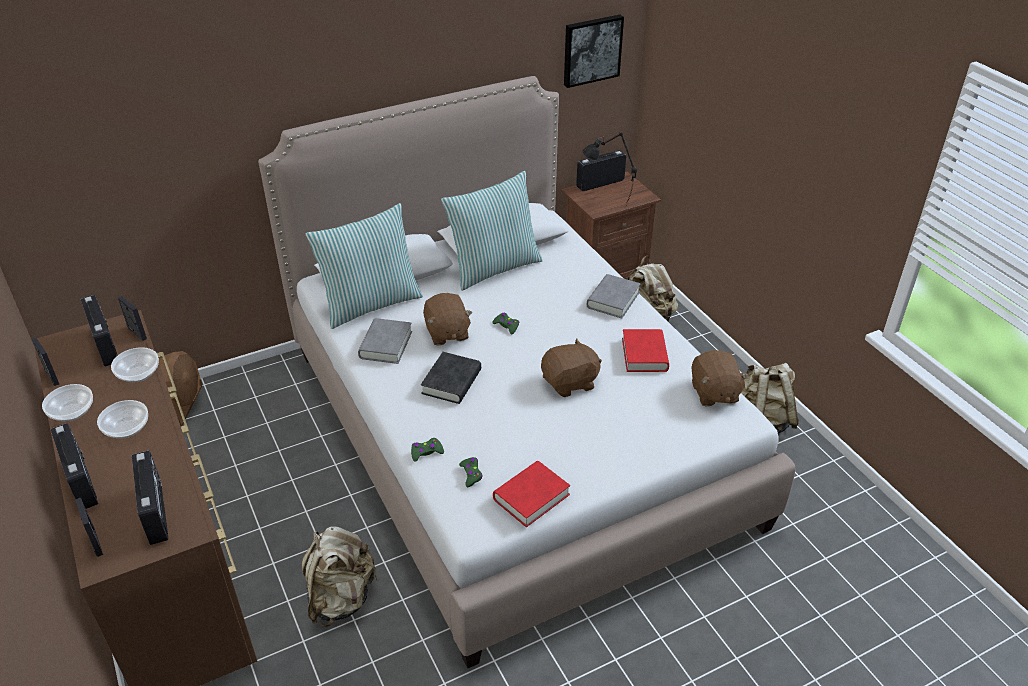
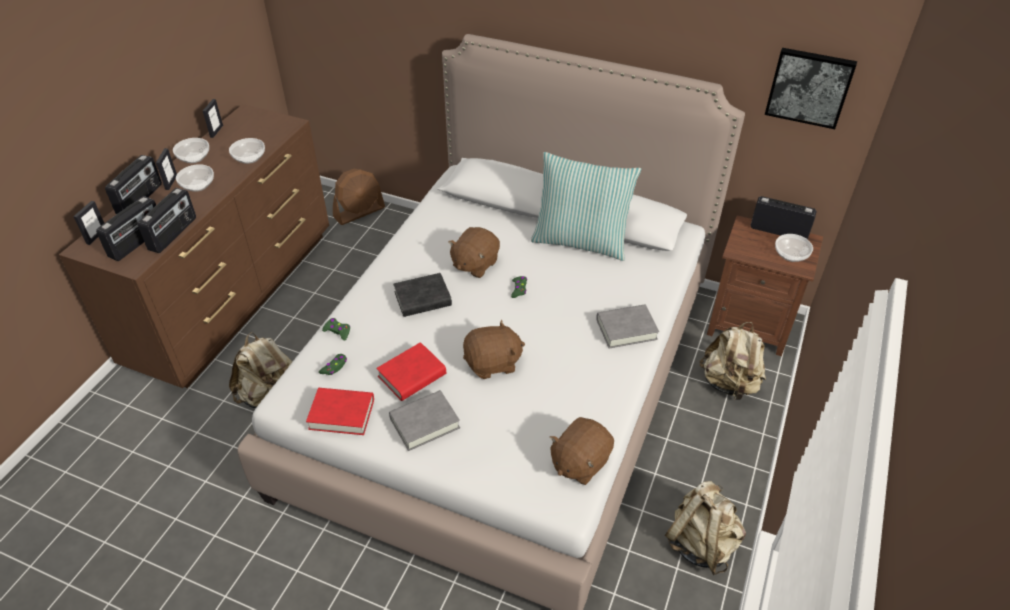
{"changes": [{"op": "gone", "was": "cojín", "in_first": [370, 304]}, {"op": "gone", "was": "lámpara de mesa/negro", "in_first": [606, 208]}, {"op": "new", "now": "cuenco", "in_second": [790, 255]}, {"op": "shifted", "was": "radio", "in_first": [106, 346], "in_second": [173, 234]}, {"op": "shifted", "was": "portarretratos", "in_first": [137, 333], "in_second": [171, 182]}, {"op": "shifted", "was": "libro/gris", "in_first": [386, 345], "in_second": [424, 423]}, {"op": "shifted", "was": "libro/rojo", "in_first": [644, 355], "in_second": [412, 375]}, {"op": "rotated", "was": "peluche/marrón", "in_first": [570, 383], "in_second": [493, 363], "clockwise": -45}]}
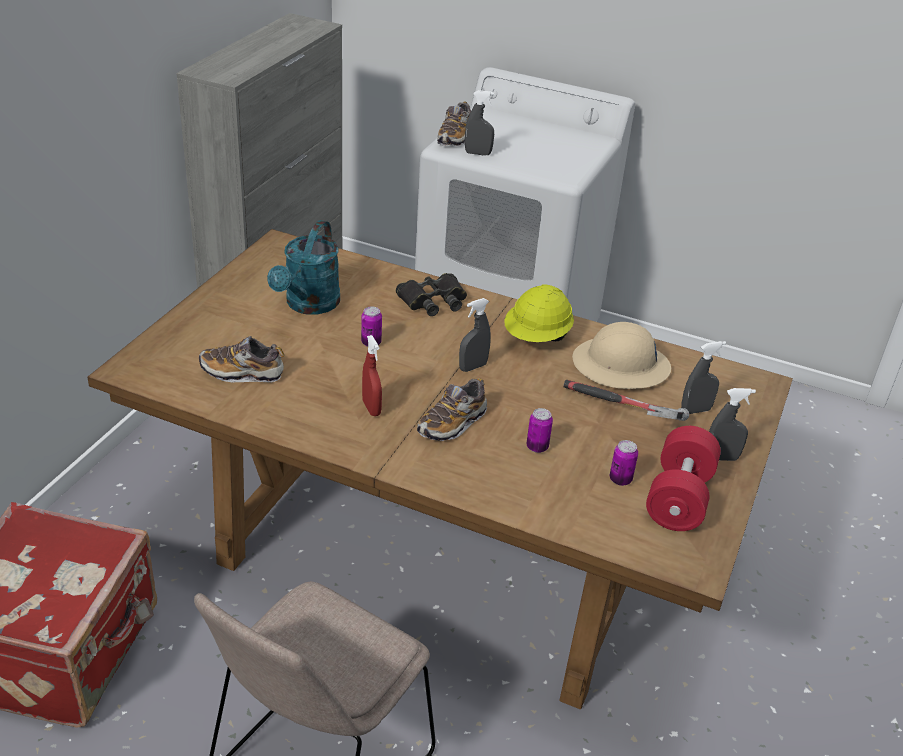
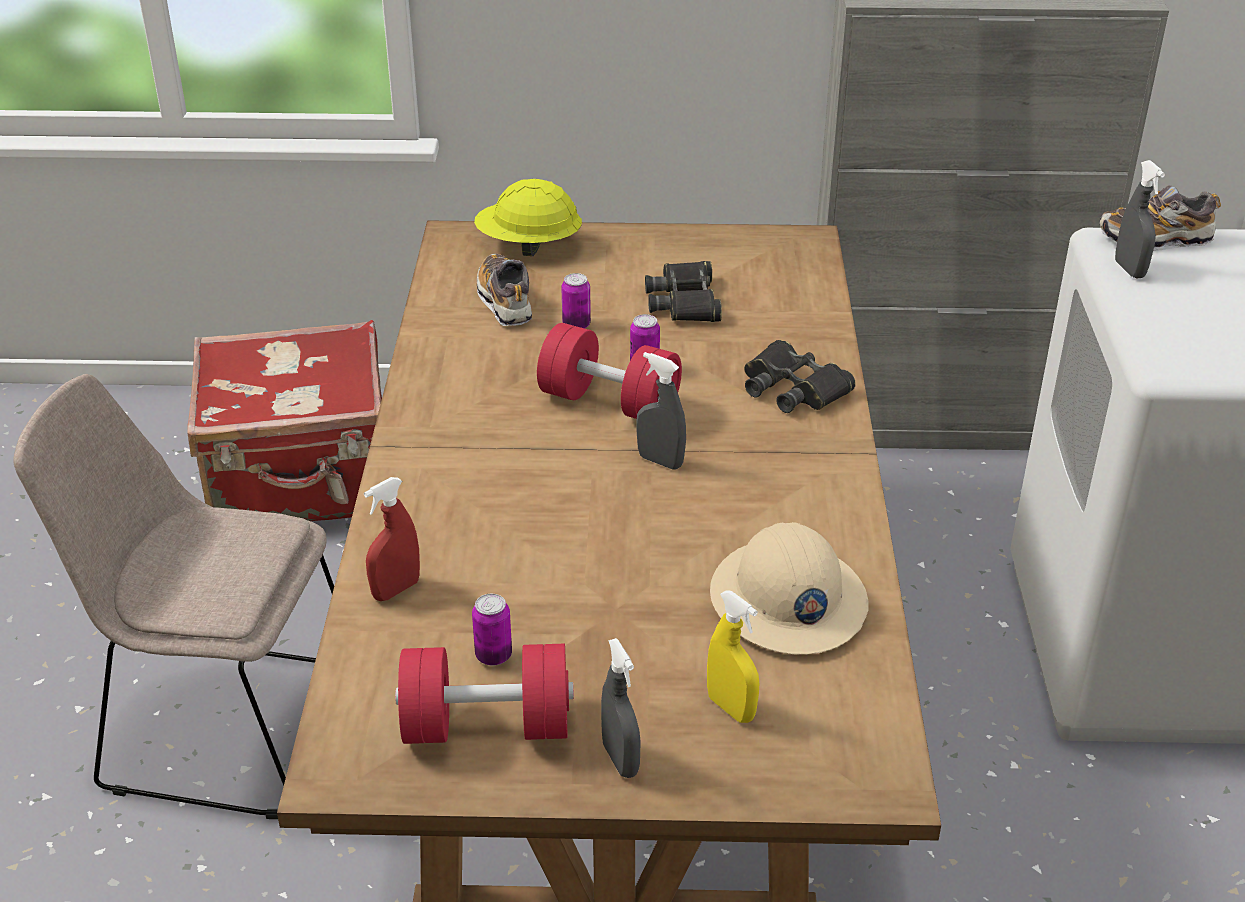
{"changes": [{"op": "gone", "was": "zapato", "in_first": [452, 424]}, {"op": "gone", "was": "martillo", "in_first": [623, 414]}, {"op": "new", "now": "mancuerna/rojo", "in_second": [609, 402]}, {"op": "shifted", "was": "pulverizador/rojo", "in_first": [371, 408], "in_second": [396, 590]}, {"op": "shifted", "was": "casco/amarillo", "in_first": [537, 338], "in_second": [528, 246]}, {"op": "shifted", "was": "lata", "in_first": [537, 447], "in_second": [576, 325]}, {"op": "swapped", "was": "regadera/turquesa", "now": "prismáticos/negro", "in_first": [309, 305], "in_second": [685, 301]}, {"op": "repainted", "was": "pulverizador/gris", "now": "pulverizador/amarillo", "in_first": [695, 410], "in_second": [731, 708]}]}
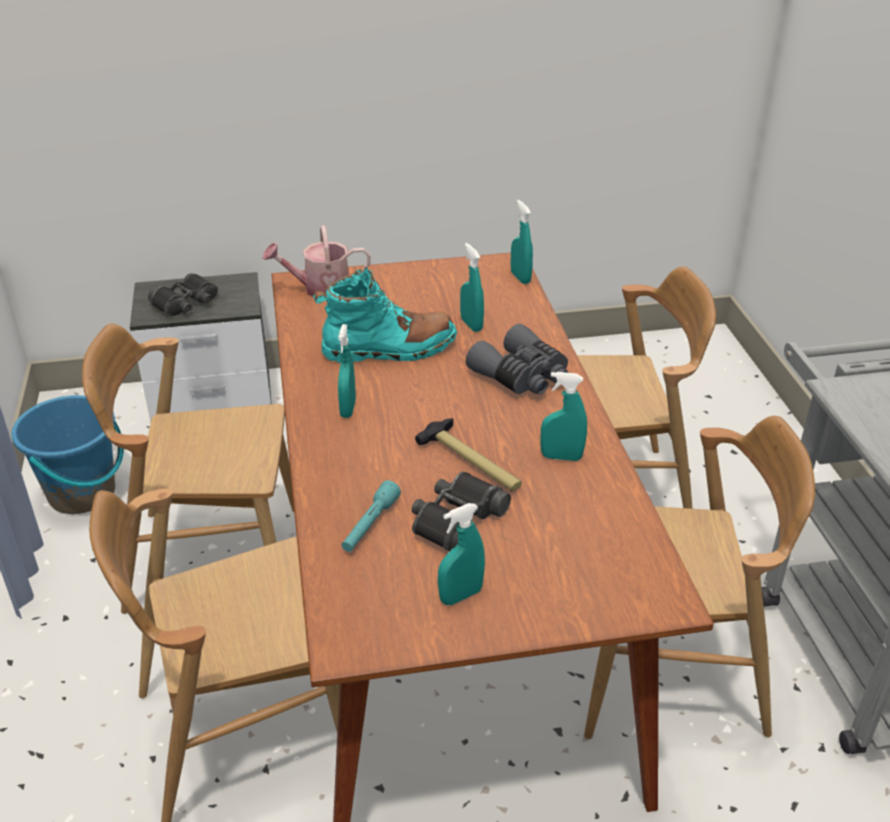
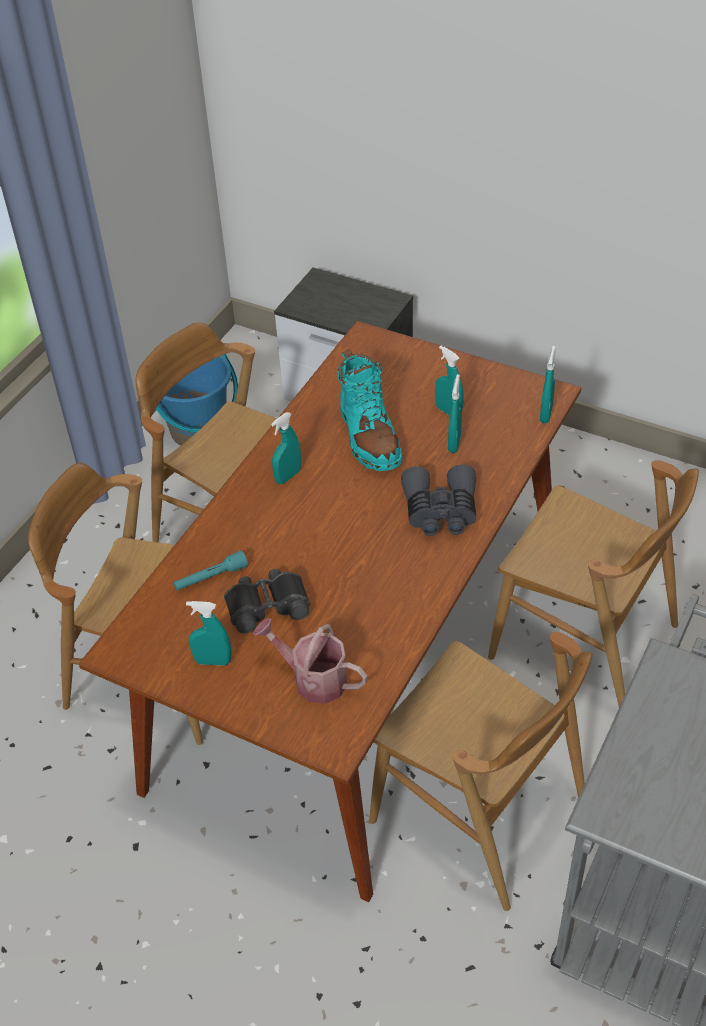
{"changes": [{"op": "gone", "was": "prismáticos/negro", "in_first": [186, 303]}, {"op": "gone", "was": "martillo", "in_first": [472, 462]}, {"op": "shifted", "was": "regadera", "in_first": [320, 289], "in_second": [313, 679]}, {"op": "shifted", "was": "pulverizador/turquesa", "in_first": [561, 457], "in_second": [448, 411]}, {"op": "rotated", "was": "bota/turquesa", "in_first": [389, 349], "in_second": [369, 437], "clockwise": 45}]}
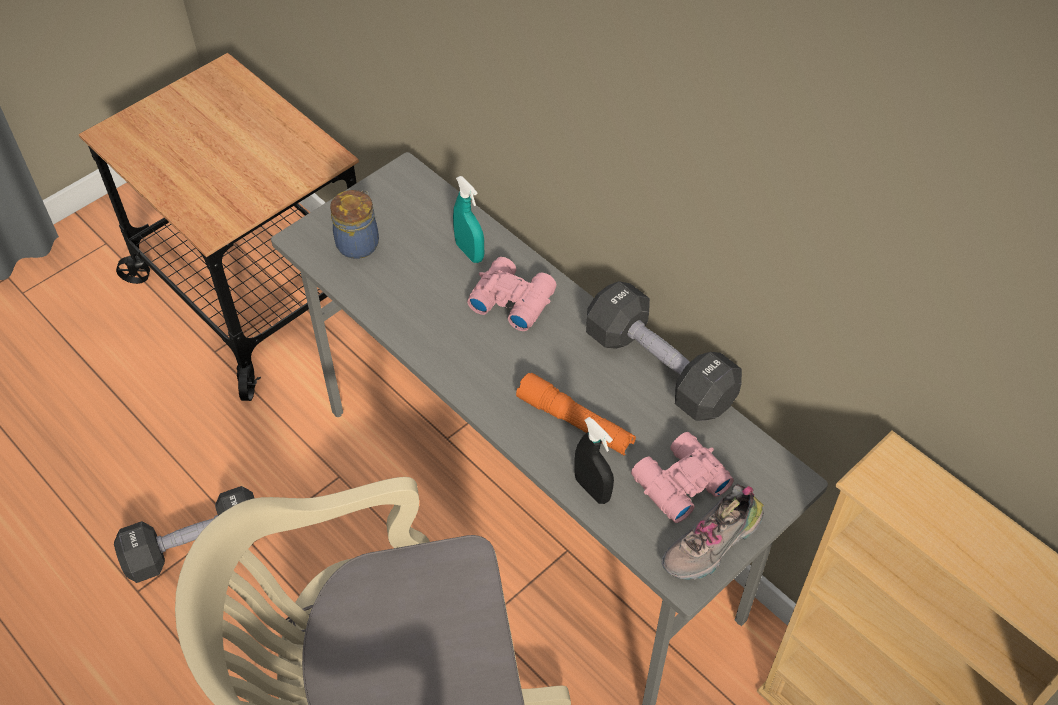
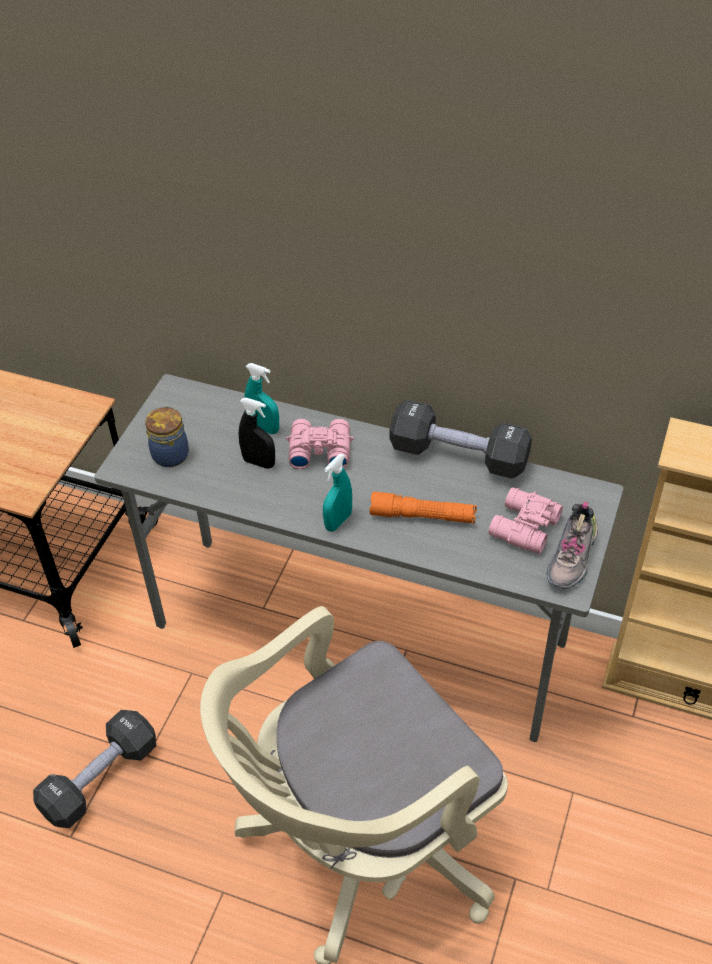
{"changes": [{"op": "new", "now": "pulverizador/turquesa", "in_second": [338, 521]}, {"op": "shifted", "was": "pulverizador/negro", "in_first": [592, 489], "in_second": [259, 462]}]}
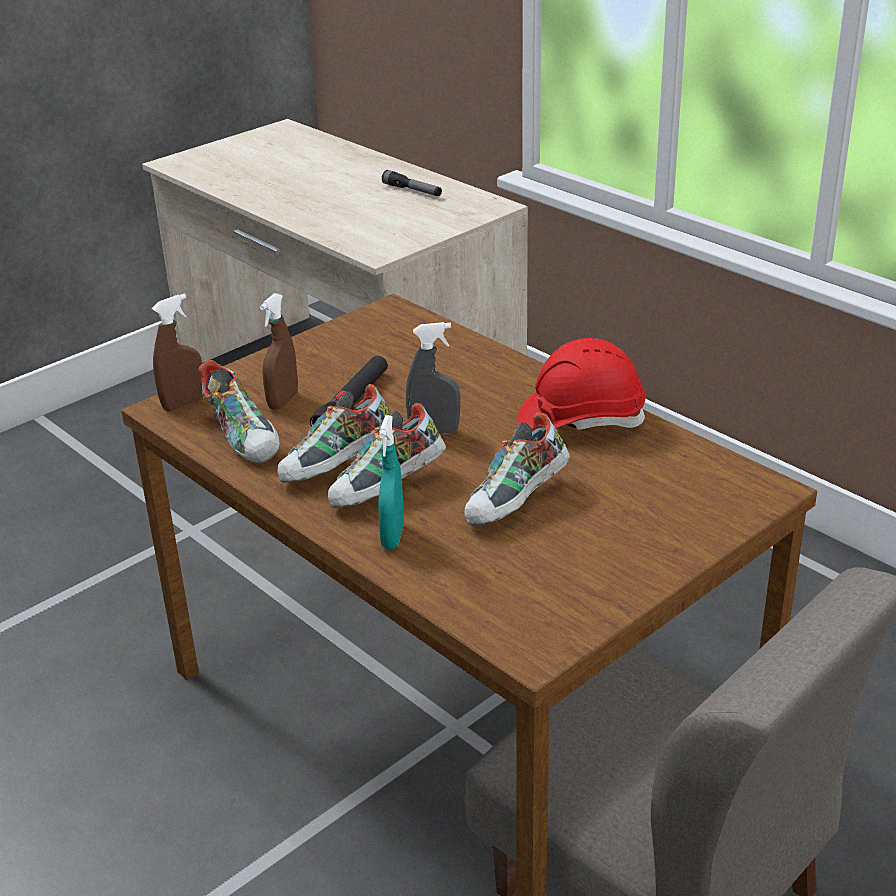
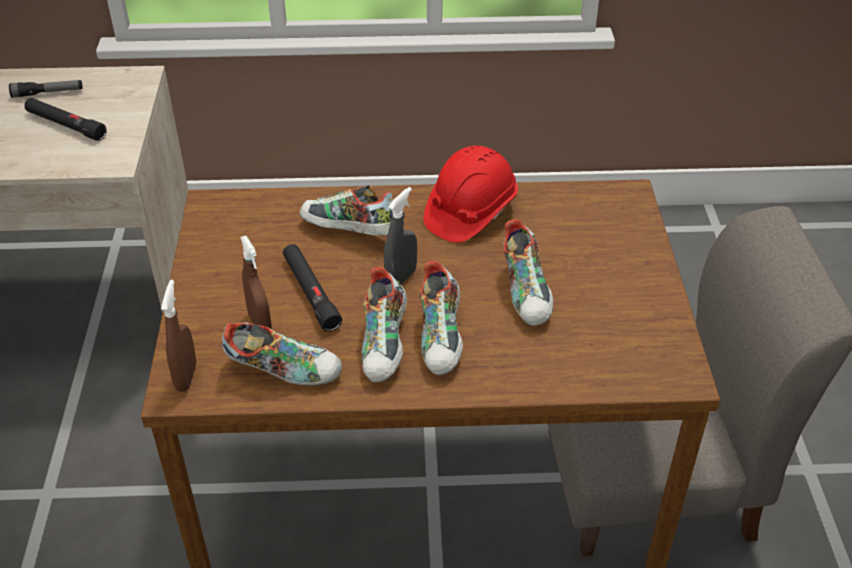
{"changes": [{"op": "gone", "was": "pulverizador/turquesa", "in_first": [392, 536]}, {"op": "new", "now": "linterna/negro", "in_second": [65, 125]}, {"op": "new", "now": "zapato", "in_second": [347, 232]}]}
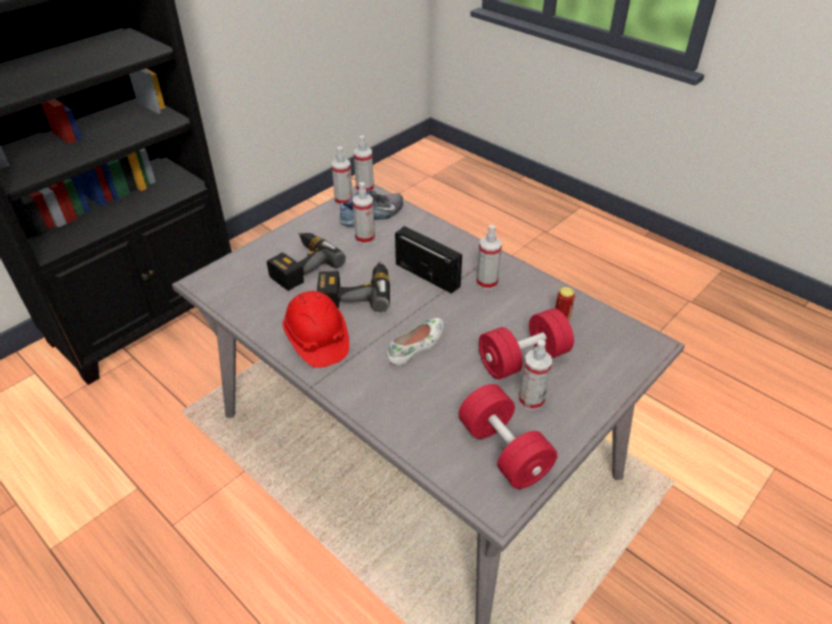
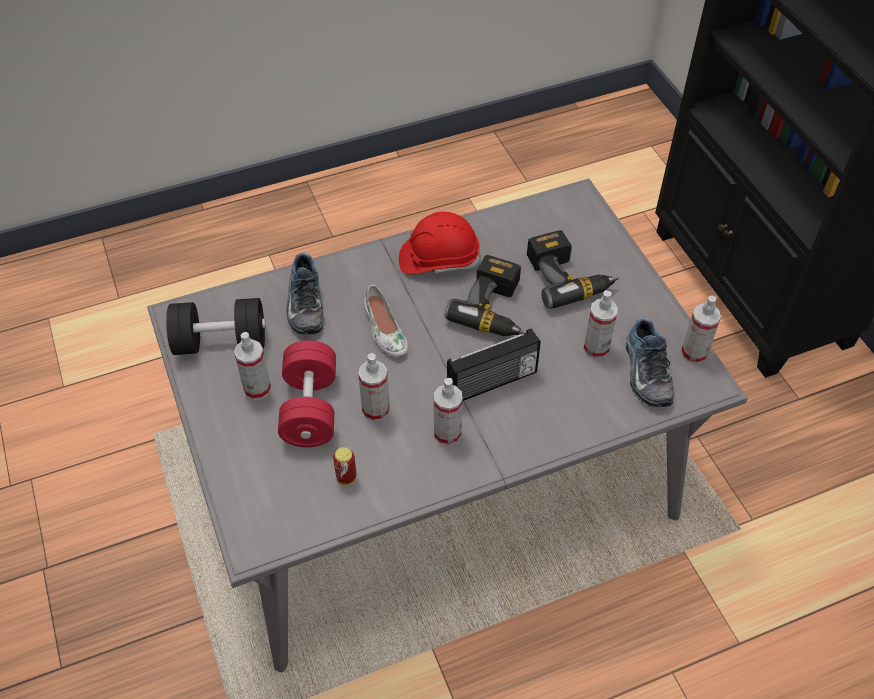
{"changes": [{"op": "new", "now": "zapato", "in_second": [303, 304]}, {"op": "shifted", "was": "pulverizador", "in_first": [365, 189], "in_second": [376, 409]}, {"op": "repainted", "was": "mancuerna/rojo", "now": "mancuerna/negro", "in_first": [503, 451], "in_second": [221, 342]}]}
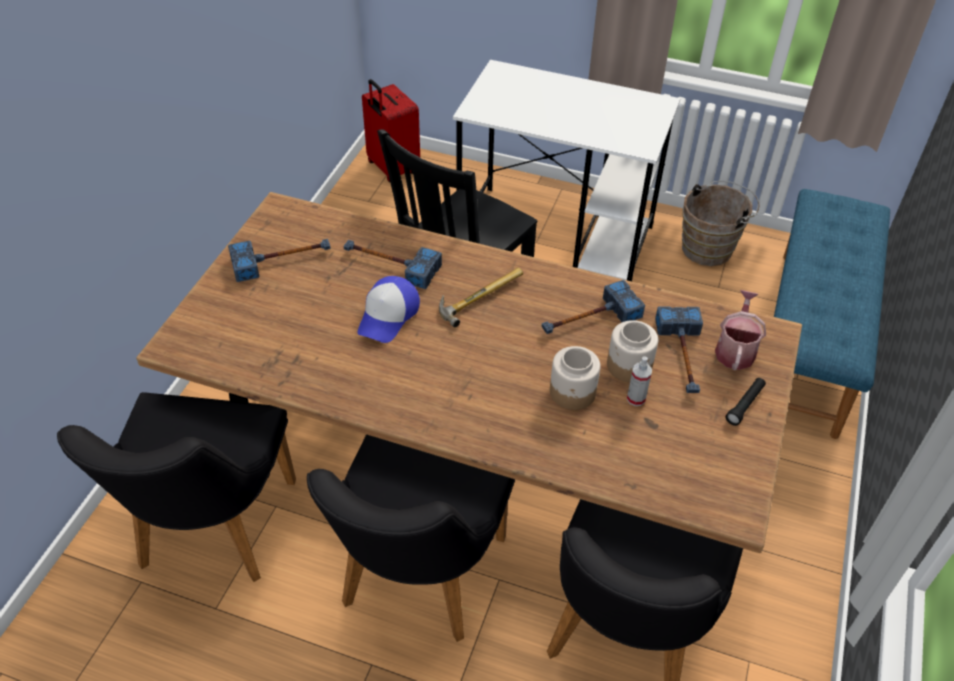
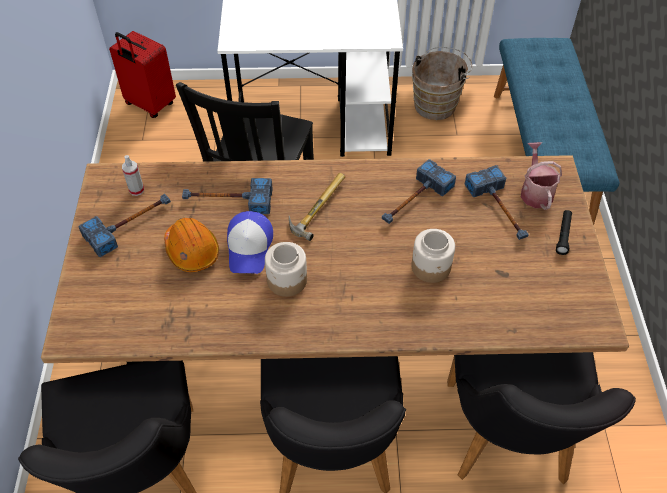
{"changes": [{"op": "new", "now": "casco/naranja", "in_second": [192, 250]}, {"op": "shifted", "was": "tarro", "in_first": [630, 366], "in_second": [287, 280]}, {"op": "shifted", "was": "pulverizador", "in_first": [636, 398], "in_second": [136, 190]}]}
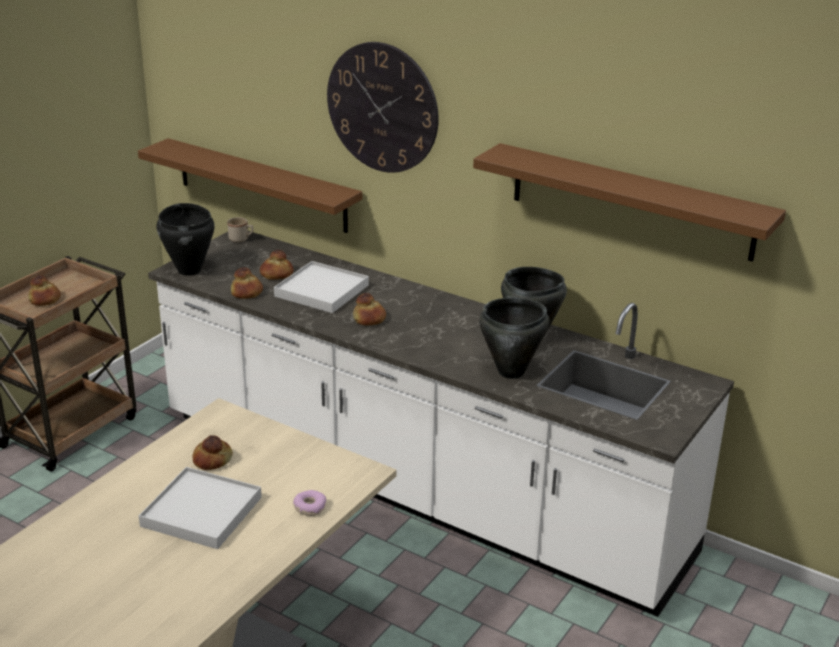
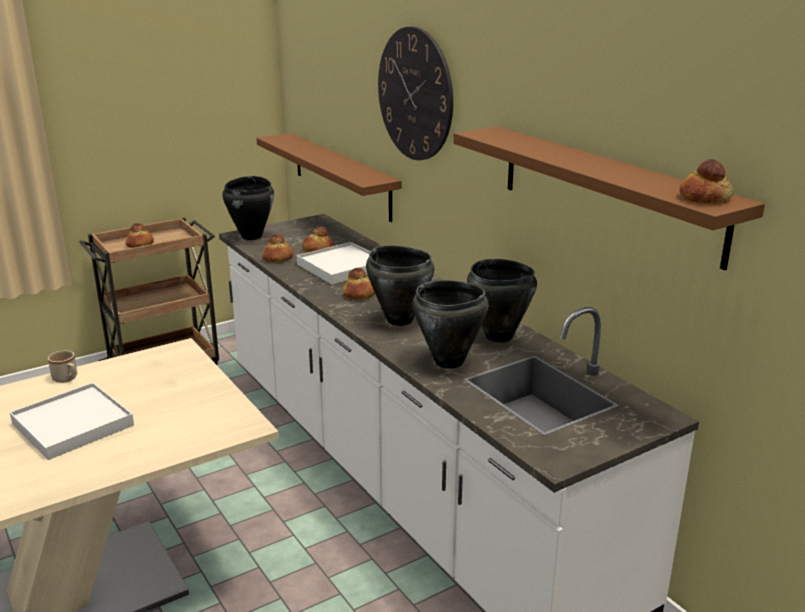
{"changes": [{"op": "gone", "was": "rosquilla", "in_first": [309, 507]}, {"op": "new", "now": "olla/negro", "in_second": [399, 320]}, {"op": "shifted", "was": "pan", "in_first": [212, 459], "in_second": [704, 197]}, {"op": "shifted", "was": "taza grande/beis", "in_first": [241, 239], "in_second": [67, 379]}]}
